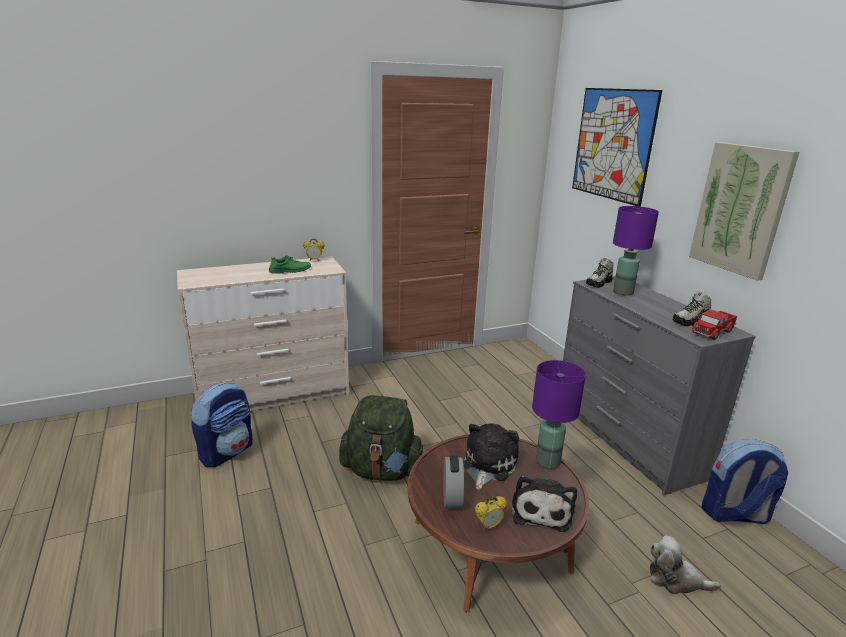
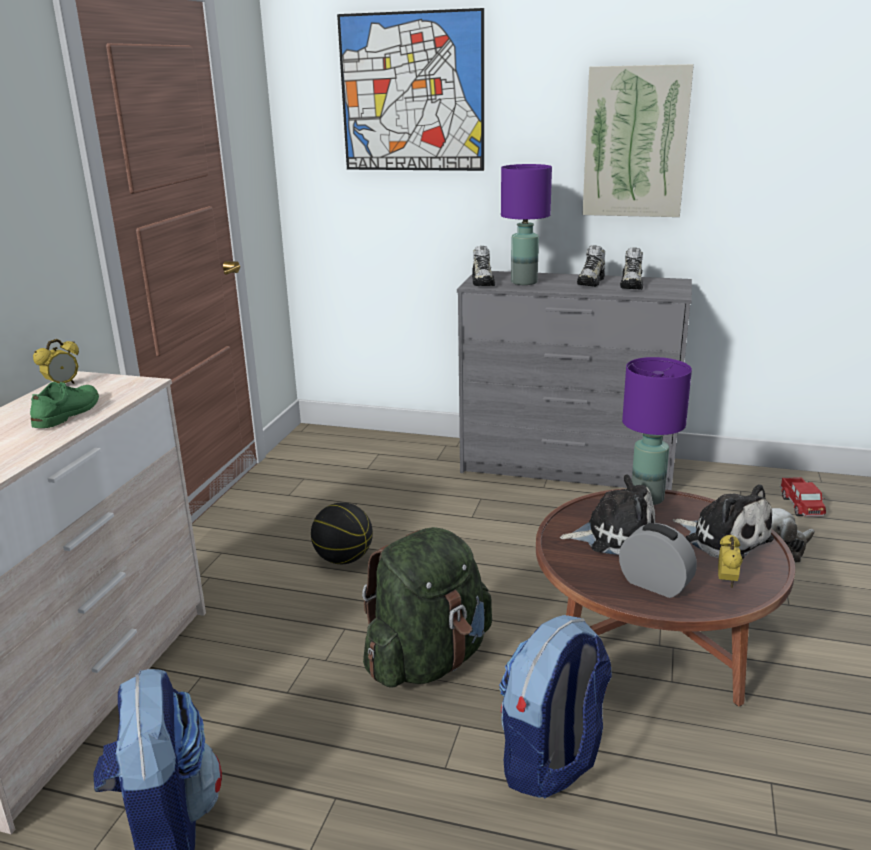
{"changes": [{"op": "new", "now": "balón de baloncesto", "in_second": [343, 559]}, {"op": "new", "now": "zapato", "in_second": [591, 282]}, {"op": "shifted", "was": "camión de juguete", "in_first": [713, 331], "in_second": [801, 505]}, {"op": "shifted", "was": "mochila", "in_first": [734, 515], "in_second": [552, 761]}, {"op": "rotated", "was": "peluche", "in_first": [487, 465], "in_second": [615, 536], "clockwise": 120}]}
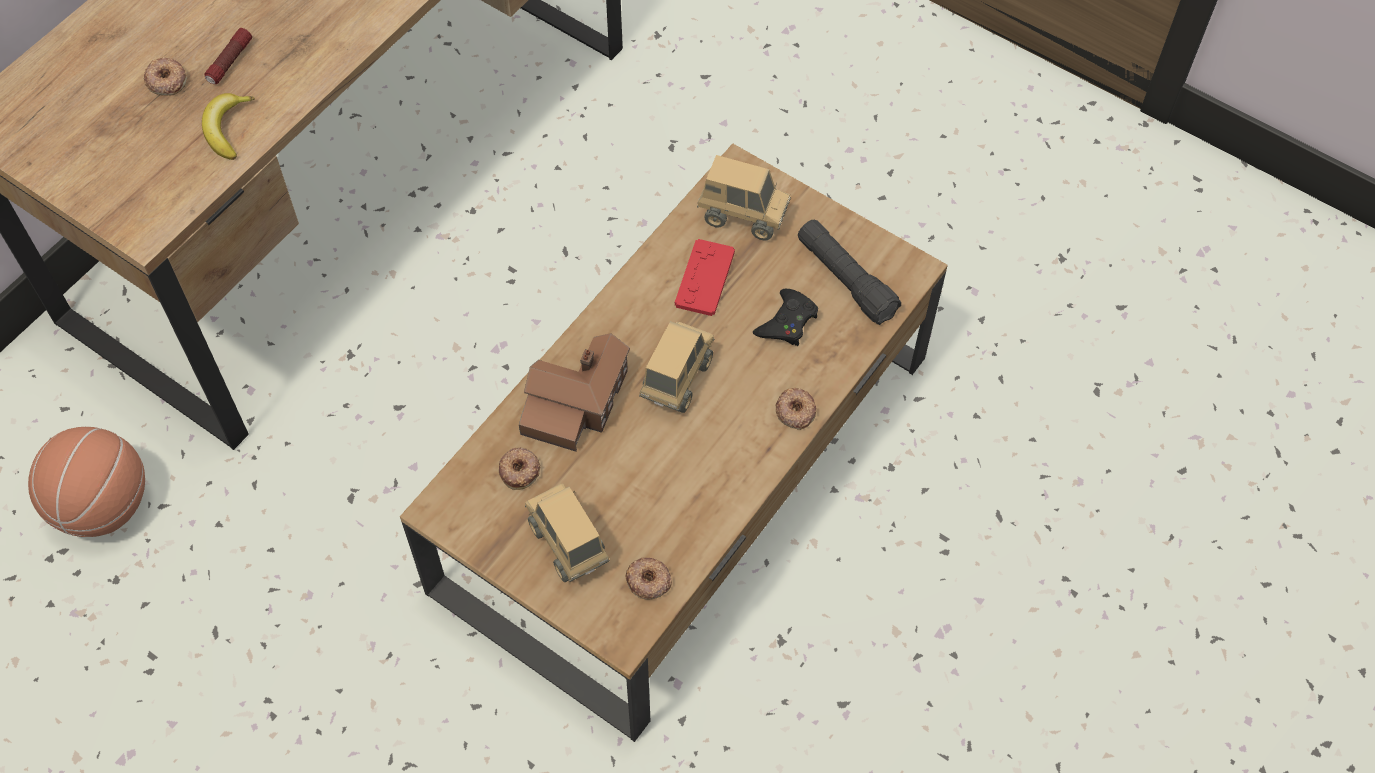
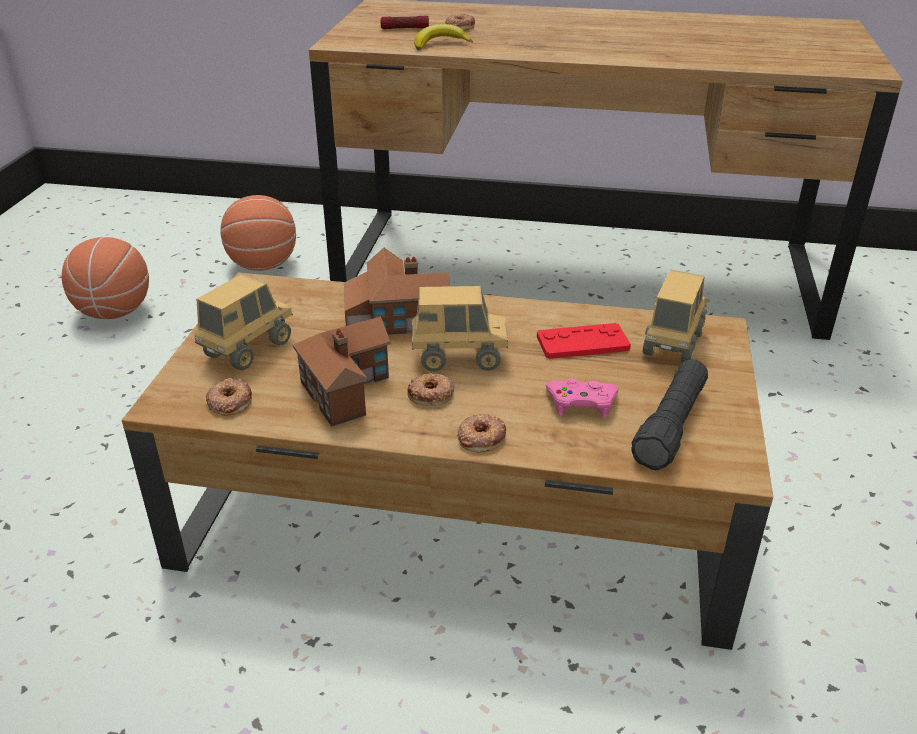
{"changes": [{"op": "new", "now": "balón de baloncesto", "in_second": [114, 312]}, {"op": "new", "now": "casita", "in_second": [346, 384]}, {"op": "shifted", "was": "linterna", "in_first": [230, 62], "in_second": [405, 28]}, {"op": "shifted", "was": "rosquilla", "in_first": [520, 470], "in_second": [431, 394]}, {"op": "repainted", "was": "mando de consola/negro", "now": "mando de consola/rosa", "in_first": [787, 322], "in_second": [581, 403]}, {"op": "rotated", "was": "camión de juguete", "in_first": [743, 216], "in_second": [672, 344], "clockwise": -150}]}
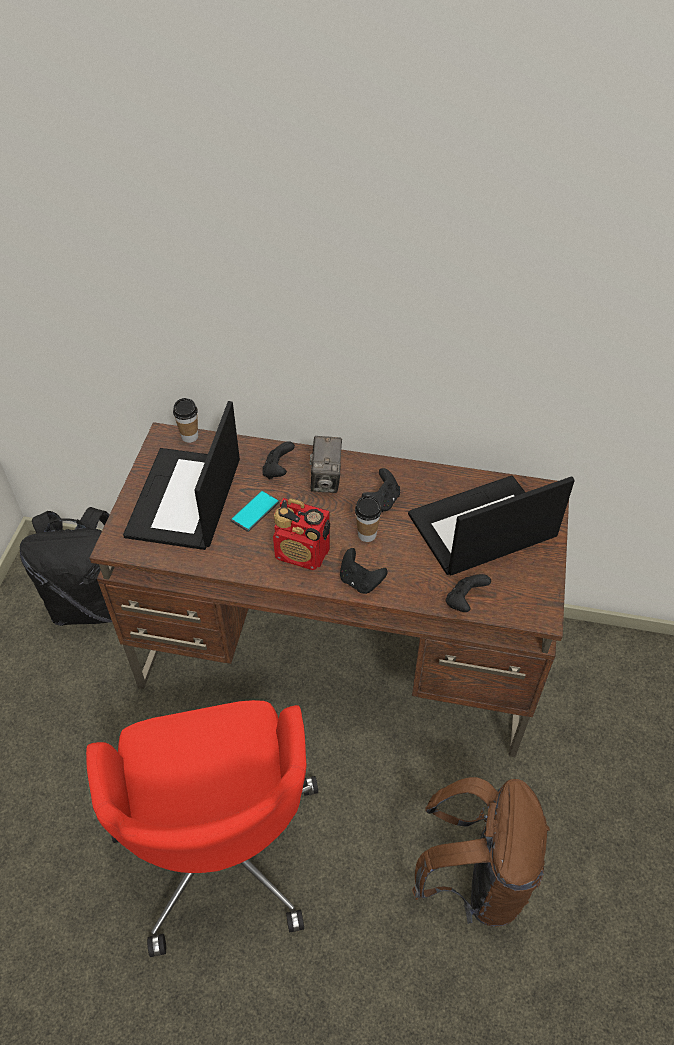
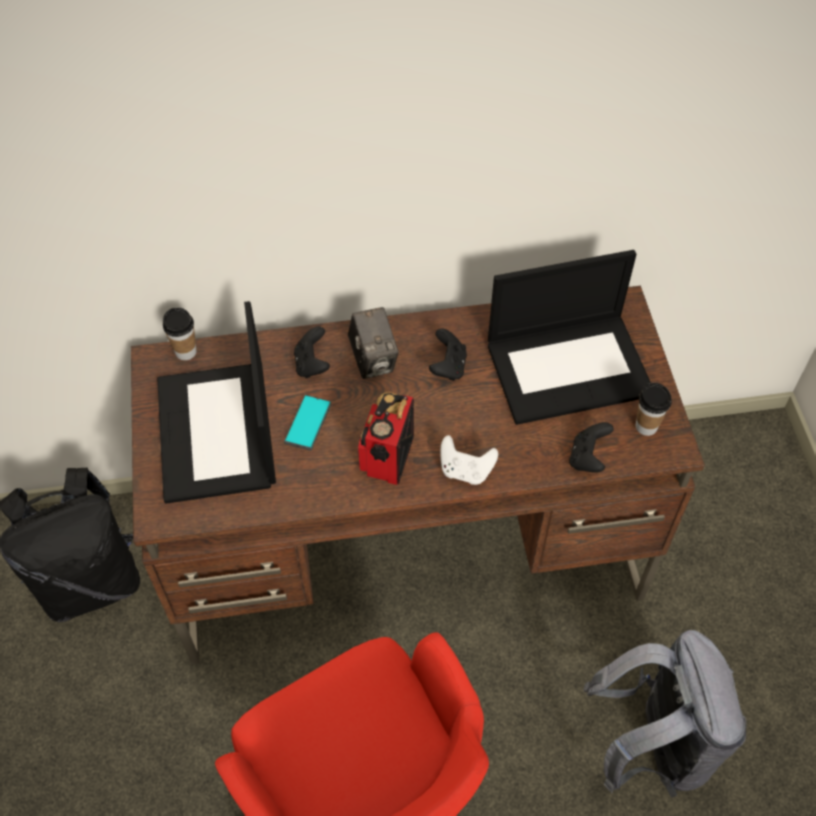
{"changes": [{"op": "shifted", "was": "taza", "in_first": [367, 534], "in_second": [646, 426]}, {"op": "repainted", "was": "mando de consola/negro", "now": "mando de consola/blanco", "in_first": [360, 581], "in_second": [465, 470]}, {"op": "repainted", "was": "mochila/marrón", "now": "mochila/gris", "in_first": [475, 877], "in_second": [652, 744]}, {"op": "rotated", "was": "radio", "in_first": [303, 554], "in_second": [387, 458], "clockwise": 105}, {"op": "rotated", "was": "portátil", "in_first": [481, 528], "in_second": [570, 367], "clockwise": -150}]}
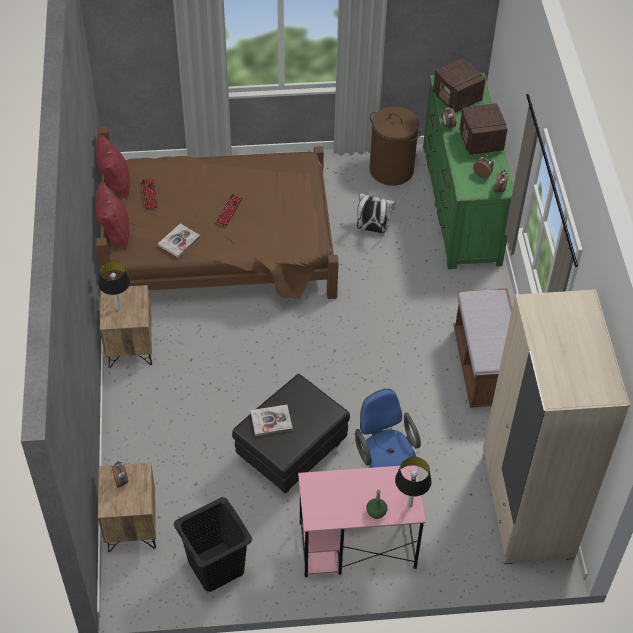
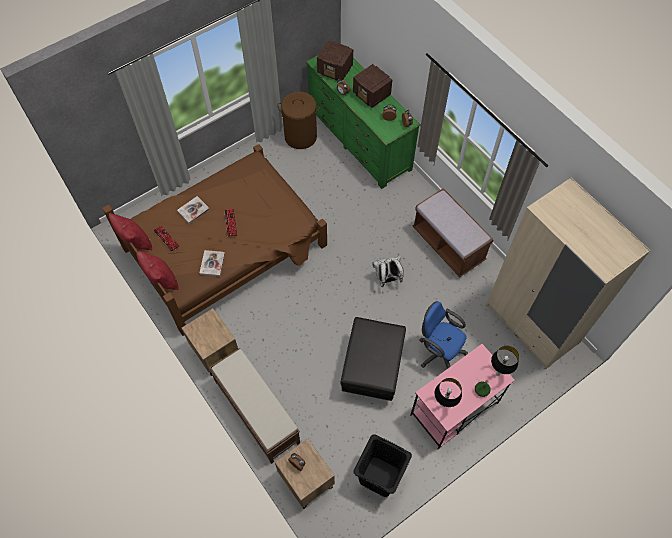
{"changes": [{"op": "new", "now": "banco/marrón", "in_second": [256, 411]}, {"op": "shifted", "was": "lámpara de mesa", "in_first": [118, 308], "in_second": [443, 404]}, {"op": "shifted", "was": "libro", "in_first": [271, 421], "in_second": [193, 210]}, {"op": "shifted", "was": "mochila/blanco", "in_first": [373, 229], "in_second": [387, 279]}]}
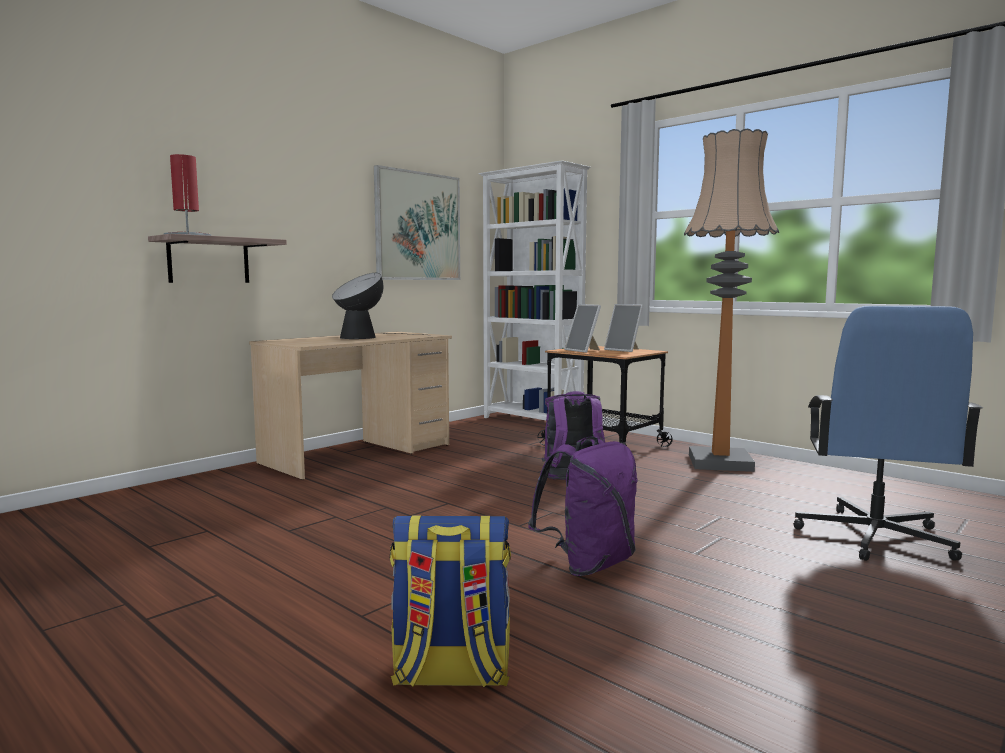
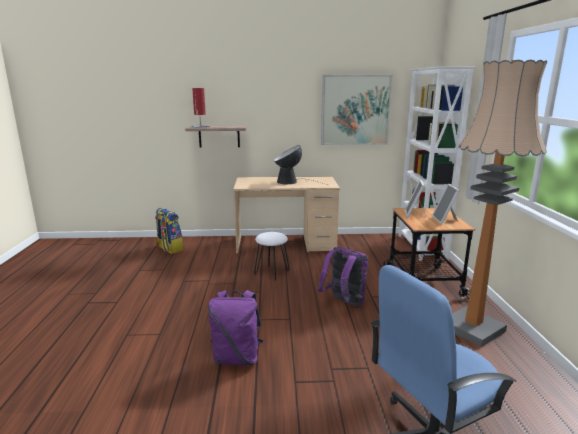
{"changes": [{"op": "new", "now": "taburete/blanco", "in_second": [271, 272]}, {"op": "shifted", "was": "mochila", "in_first": [450, 674], "in_second": [169, 249]}]}
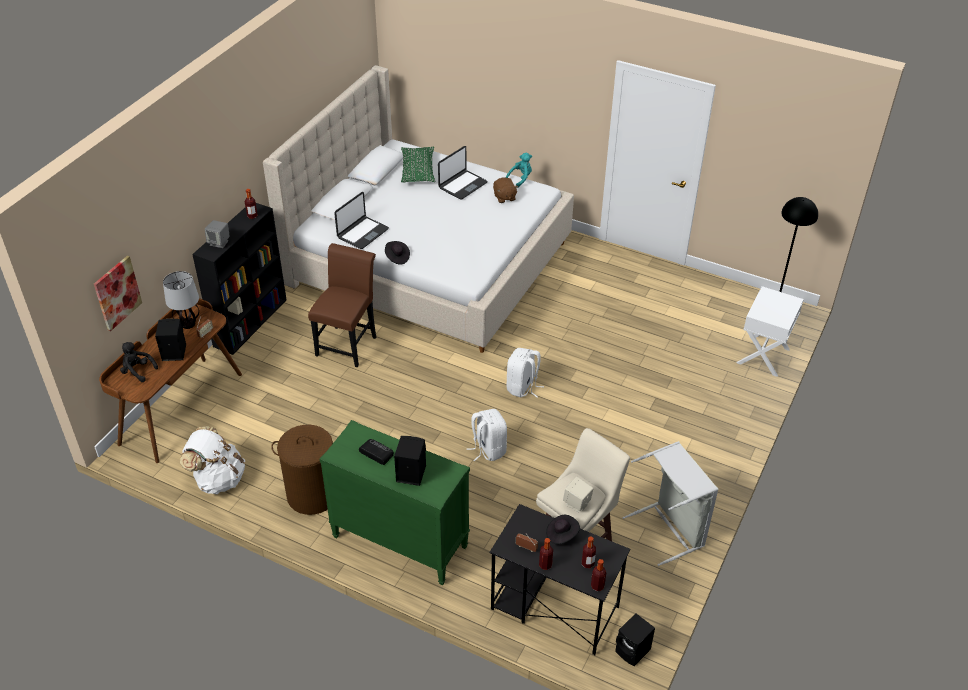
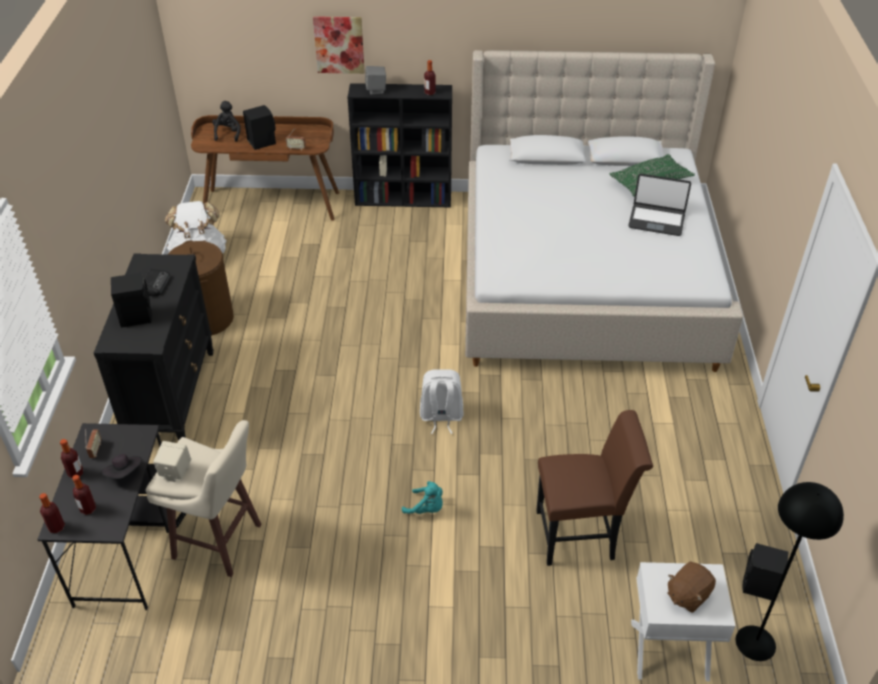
{"changes": [{"op": "gone", "was": "lámpara de mesa", "in_first": [188, 324]}, {"op": "gone", "was": "portátil", "in_first": [362, 233]}, {"op": "gone", "was": "sombrero/negro", "in_first": [397, 257]}, {"op": "gone", "was": "mochila/blanco", "in_first": [488, 449]}, {"op": "gone", "was": "cesto de la ropa/gris", "in_first": [670, 529]}, {"op": "shifted", "was": "cuadro", "in_first": [117, 293], "in_second": [339, 44]}, {"op": "shifted", "was": "silla/marrón", "in_first": [348, 343], "in_second": [581, 534]}, {"op": "shifted", "was": "peluche/marrón", "in_first": [504, 197], "in_second": [687, 595]}, {"op": "shifted", "was": "peluche/turquesa", "in_first": [521, 179], "in_second": [426, 508]}, {"op": "shifted", "was": "altavoz/negro", "in_first": [633, 651], "in_second": [759, 586]}, {"op": "repainted", "was": "cómoda/verde", "now": "cómoda/negro", "in_first": [399, 542], "in_second": [172, 398]}]}
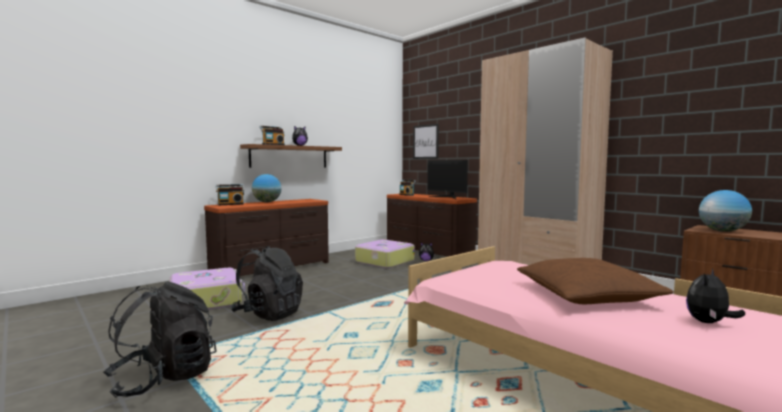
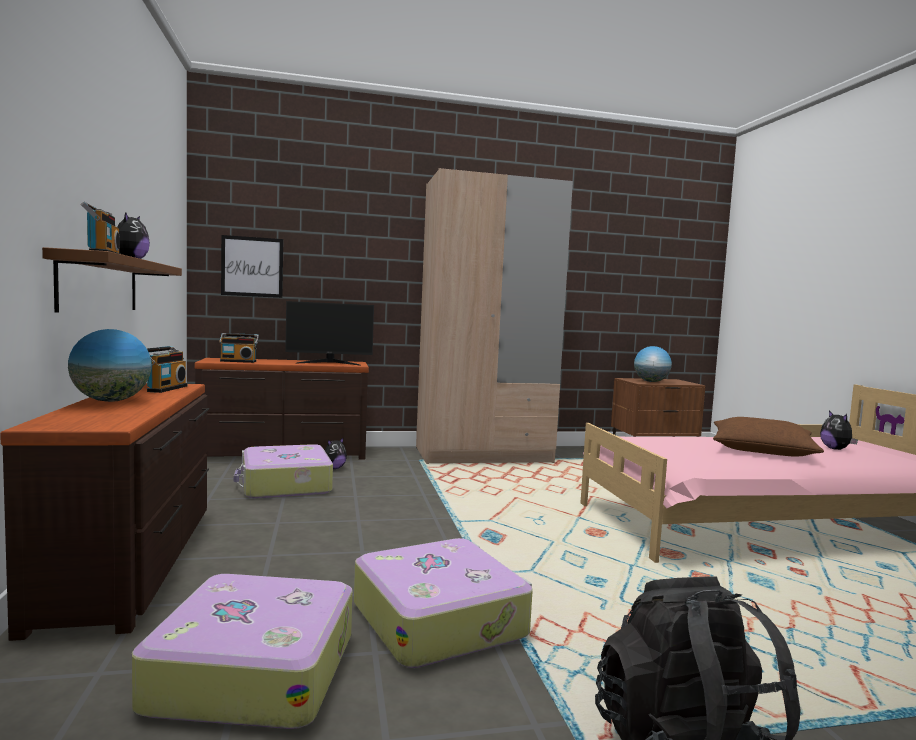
{"changes": [{"op": "shifted", "was": "radio", "in_first": [230, 204], "in_second": [165, 388]}, {"op": "swapped", "was": "mochila/negro", "now": "maleta", "in_first": [268, 314], "in_second": [440, 619]}]}
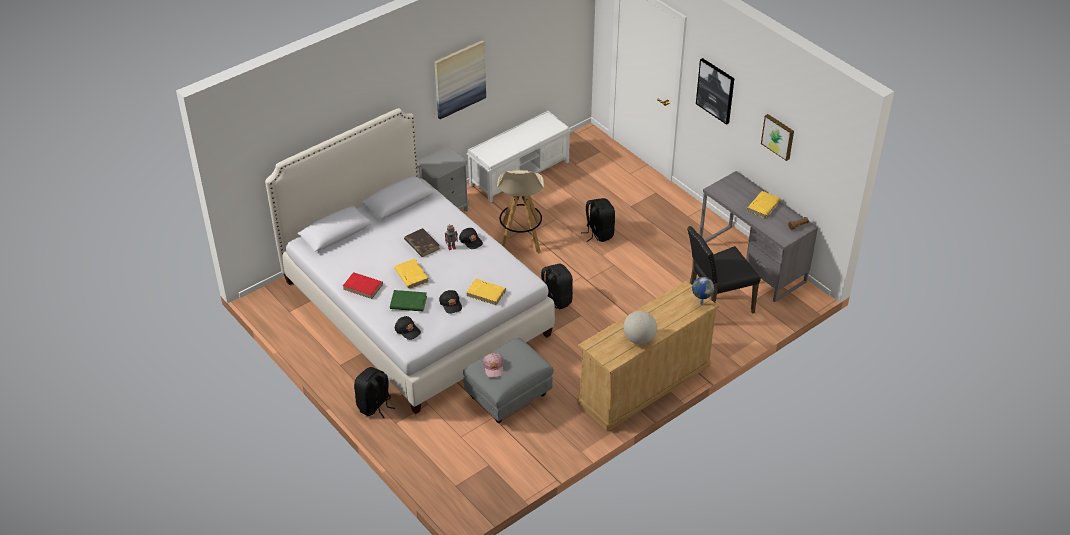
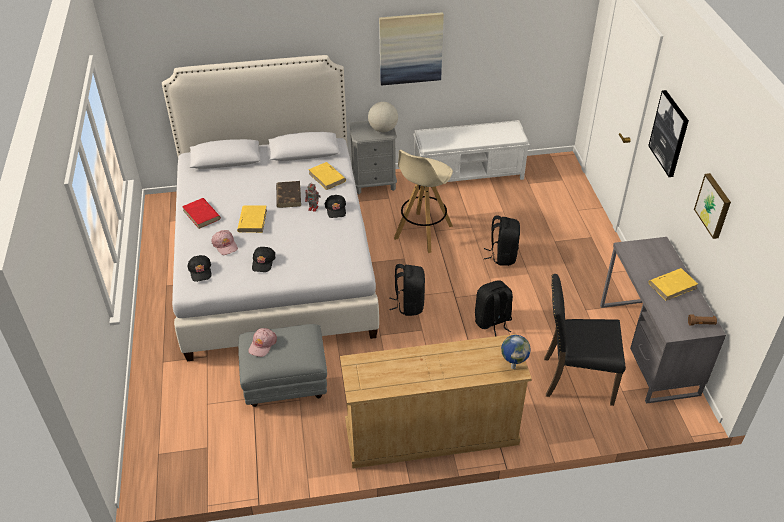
{"changes": [{"op": "shifted", "was": "mochila/negro", "in_first": [374, 406], "in_second": [492, 322]}, {"op": "shifted", "was": "libro/amarillo", "in_first": [486, 293], "in_second": [327, 177]}, {"op": "shifted", "was": "globo terráqueo", "in_first": [639, 339], "in_second": [383, 129]}, {"op": "swapped", "was": "libro/verde", "now": "gorra/rosa", "in_first": [408, 303], "in_second": [225, 245]}]}
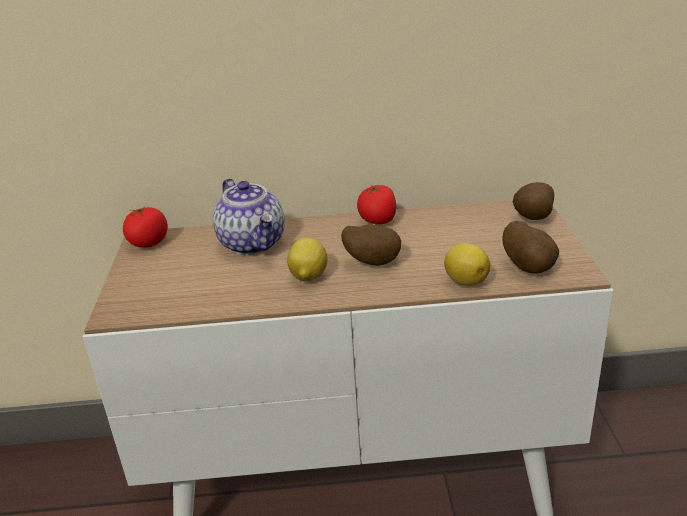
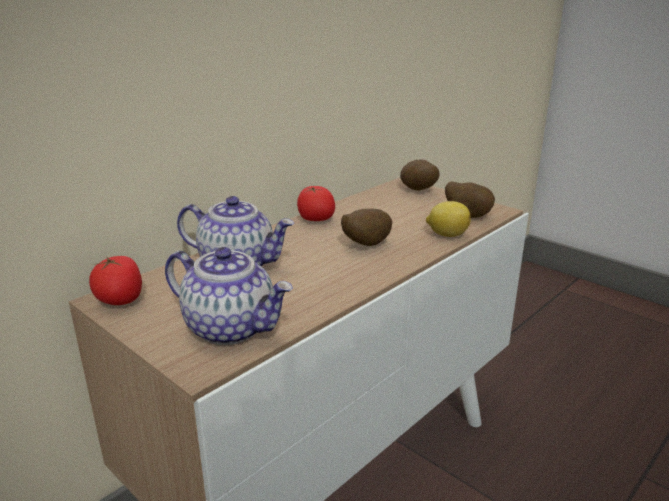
{"changes": [{"op": "gone", "was": "limón", "in_first": [308, 277]}, {"op": "new", "now": "tetera", "in_second": [231, 328]}]}
